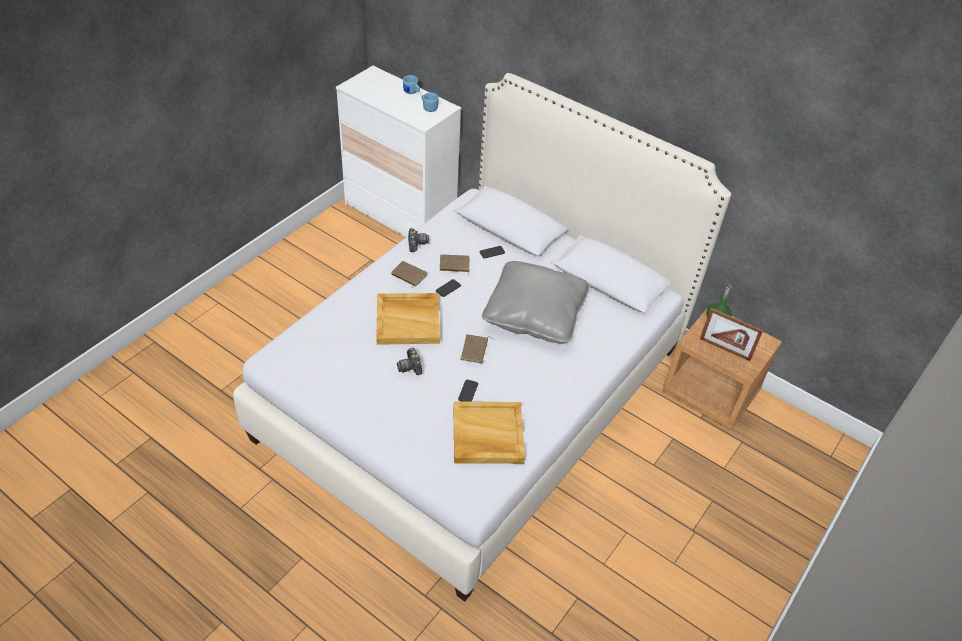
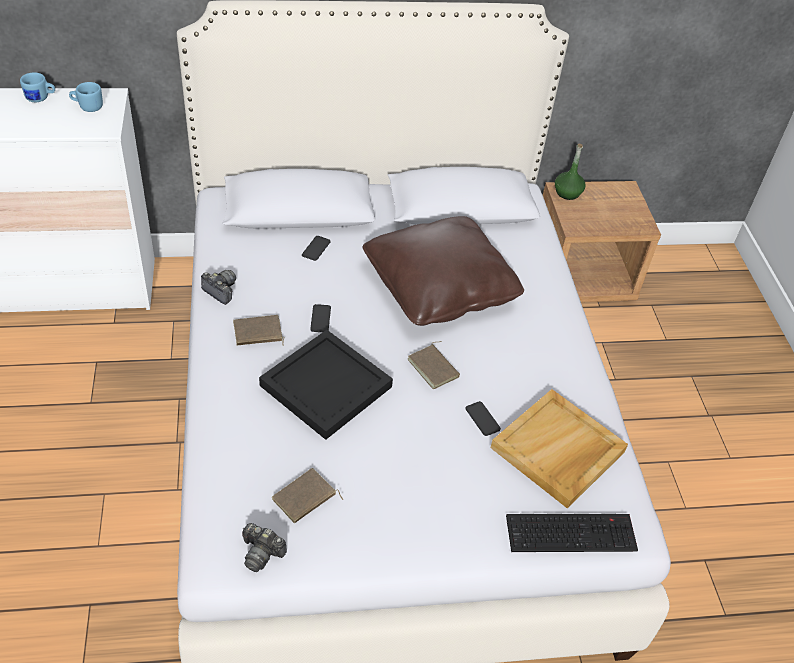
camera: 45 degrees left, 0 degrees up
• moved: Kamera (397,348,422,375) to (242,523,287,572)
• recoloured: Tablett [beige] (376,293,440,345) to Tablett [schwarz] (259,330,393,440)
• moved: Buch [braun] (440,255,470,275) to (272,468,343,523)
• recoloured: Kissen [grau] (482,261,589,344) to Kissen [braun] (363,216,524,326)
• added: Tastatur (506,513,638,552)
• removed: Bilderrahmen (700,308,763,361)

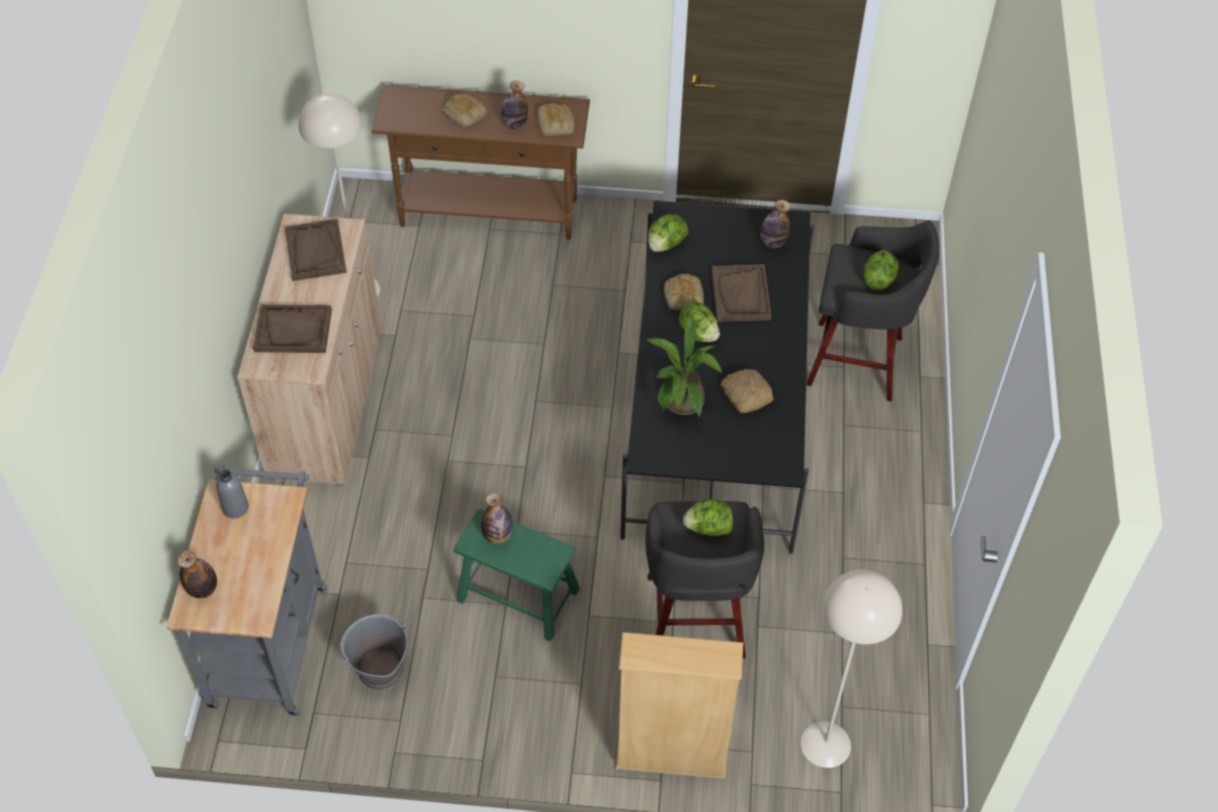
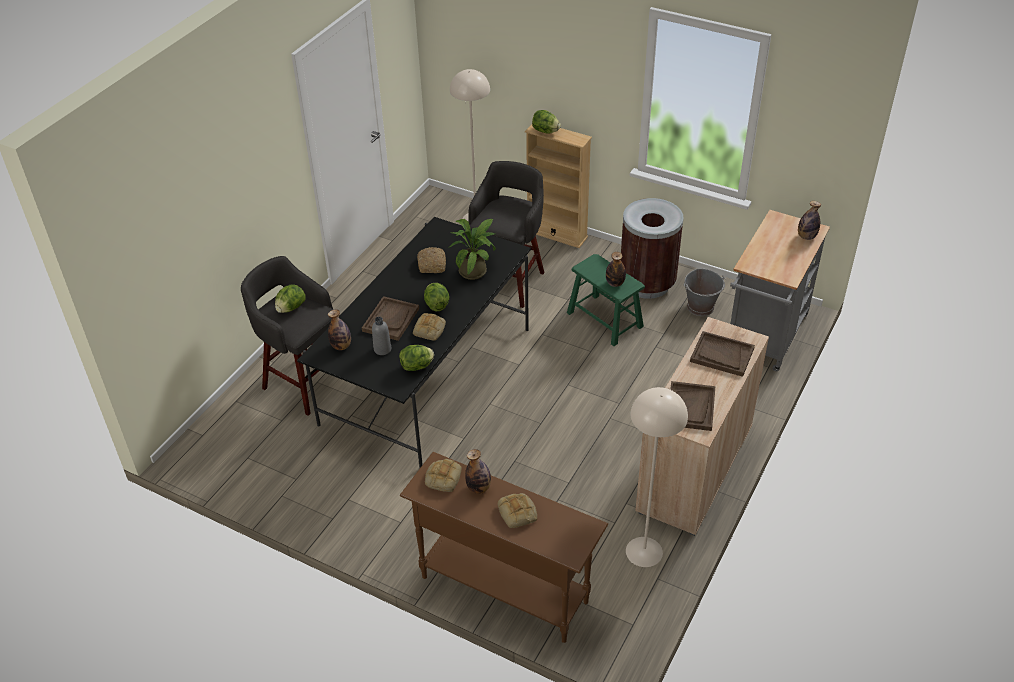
camera: 155 degrees left, 10 degrees down
• moved: Flasche [grau] (216,469,249,518) to (372,317,391,355)
• moved: Salatkopf (683,499,733,536) to (532,110,561,134)
• added: Mülleimer [braun] (620,198,683,299)

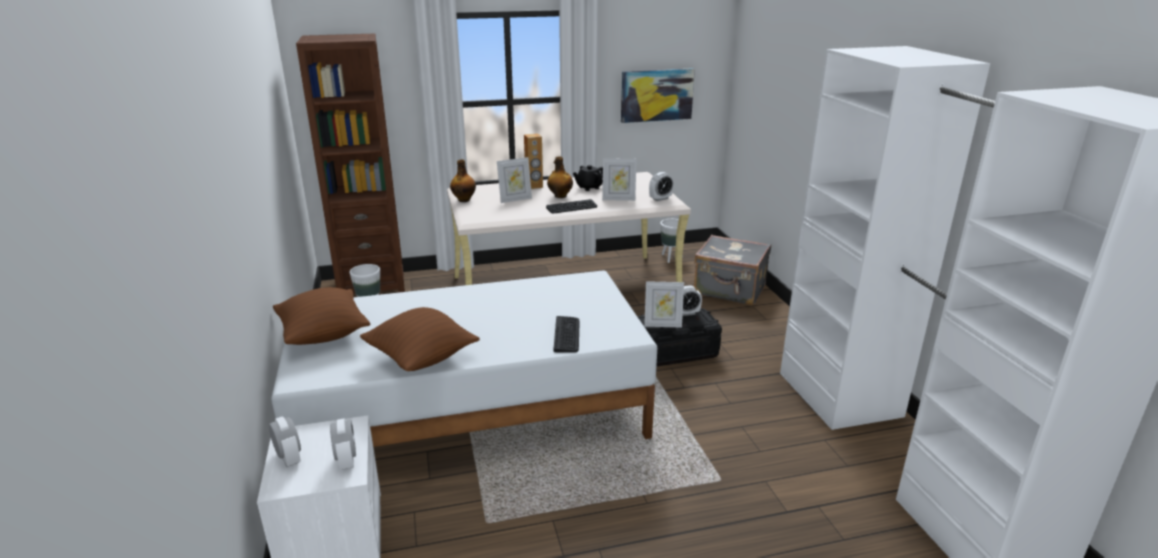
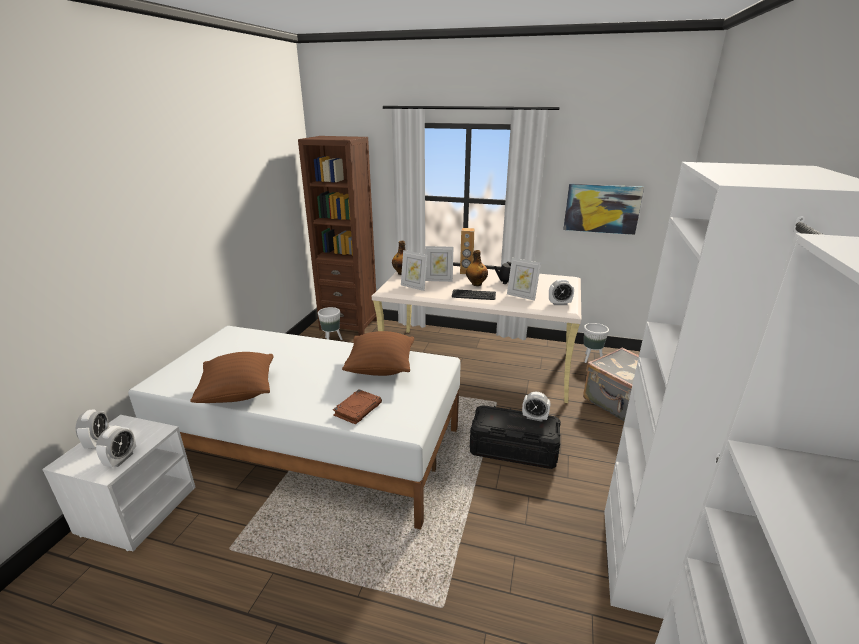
camera: 30 degrees right, 0 degrees up
• replaced: Tastatur (554,316,580,353) to Buch [braun] (333,389,382,424)
• moved: Kissen [braun] (273,287,370,345) to (342,331,414,376)
• moved: Bilderrahmen (644,281,684,328) to (401,250,428,291)

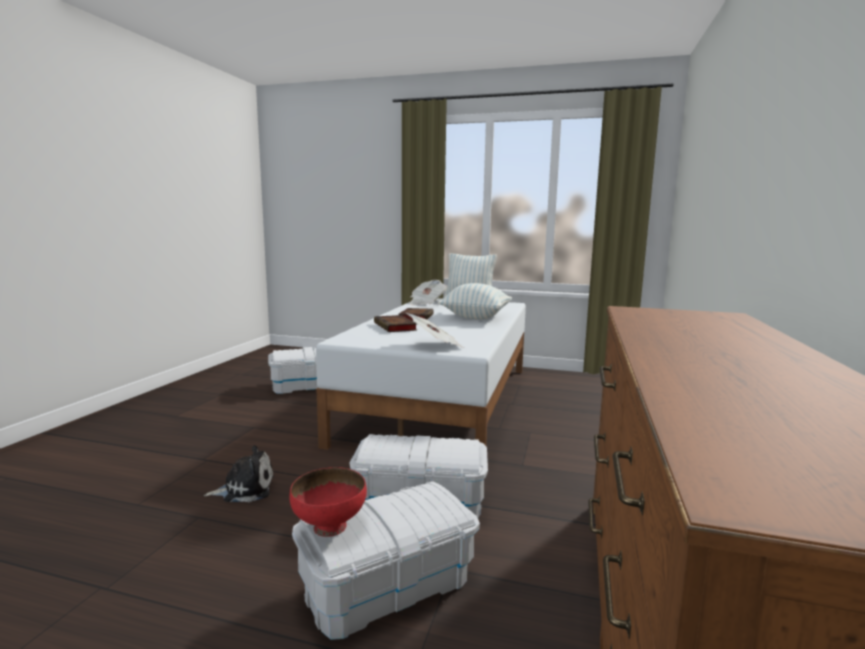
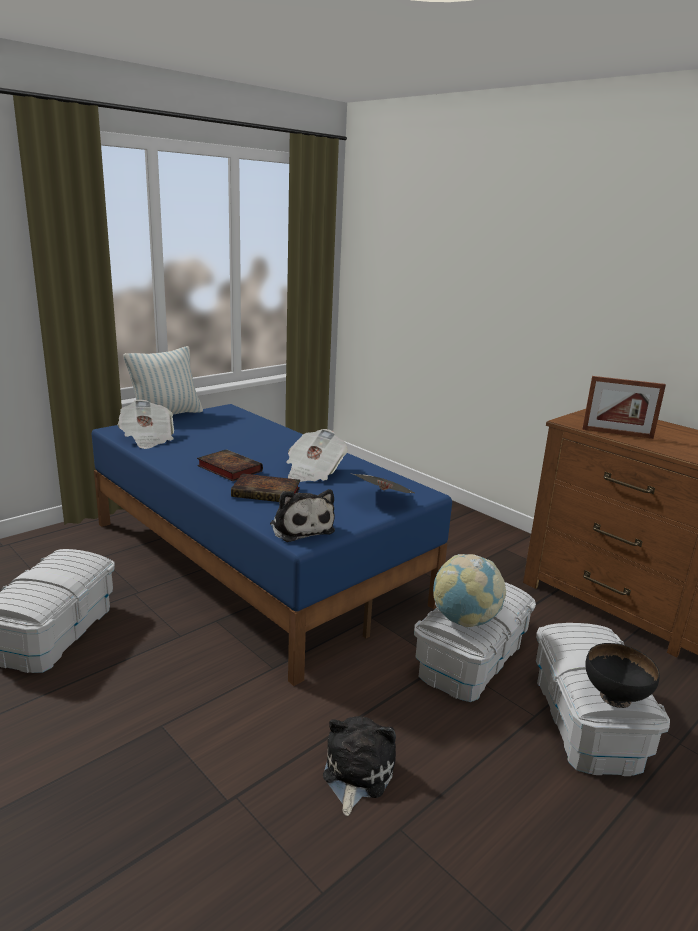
camera: 60 degrees left, 10 degrees up
• recoloured: Bett [weiß] (316,298,526,450) to Bett [blau] (92,404,452,686)
• added: Plüschtier (270,489,335,542)
• added: Zeitung (287,429,348,482)
• added: Globus (433,554,506,627)
• added: Bilderrahmen (582,376,666,439)
• recoloured: Schüssel [rot] (290,467,367,537) to Schüssel [schwarz] (585,643,660,708)
• removed: Kissen (438,283,512,320)

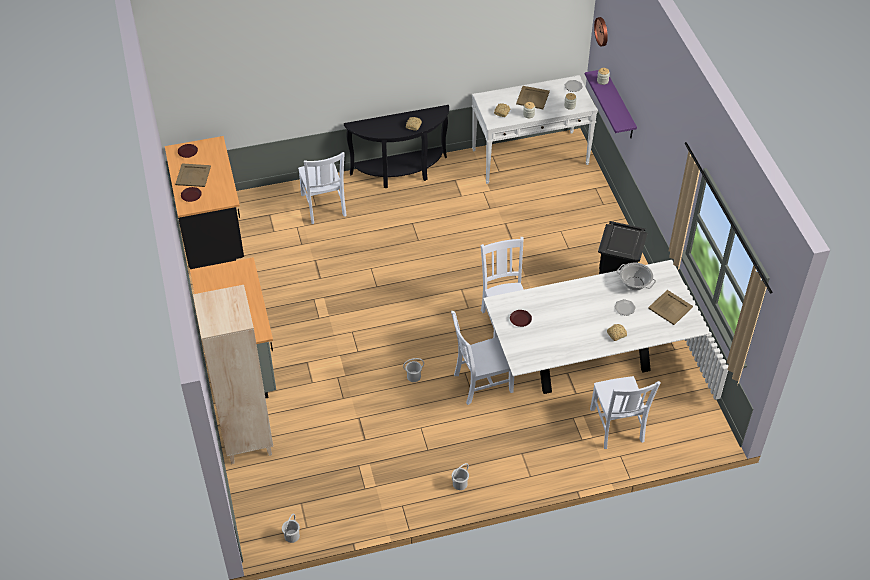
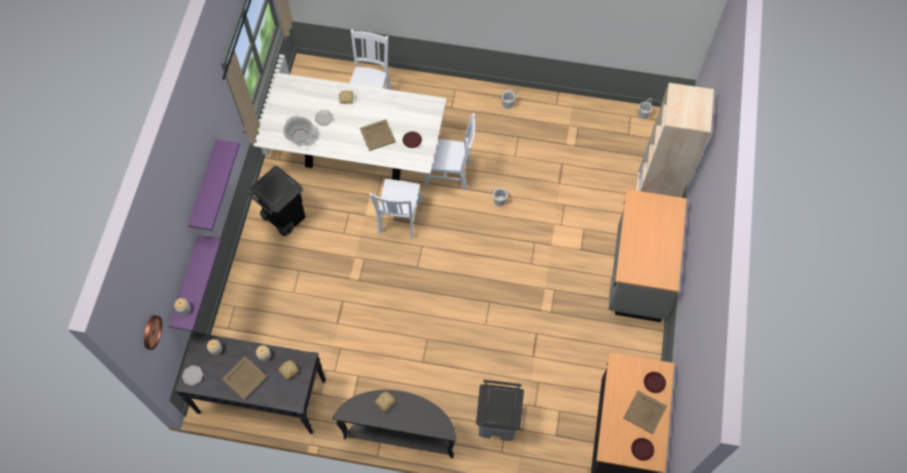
camera: 155 degrees left, 15 degrees up
• recoloured: Konsolentisch [weiß] (472,75,598,184) to Konsolentisch [schwarz] (174,331,326,434)
• added: Wandregal [lila] (188,139,240,231)
• moved: Tablett [beige] (648,290,693,325) to (360,119,396,151)
• replaced: Stuhl [weiß] (298,152,347,224) to Mülleimer [grau] (476,380,524,441)

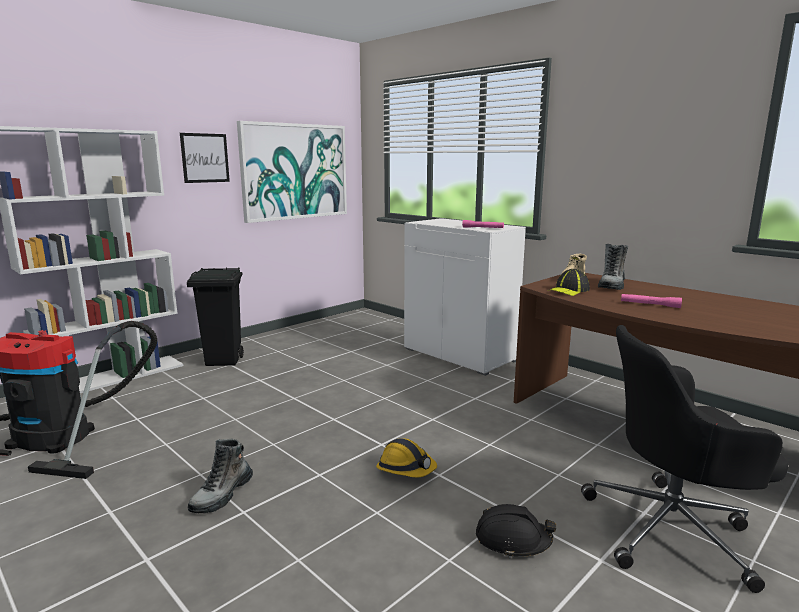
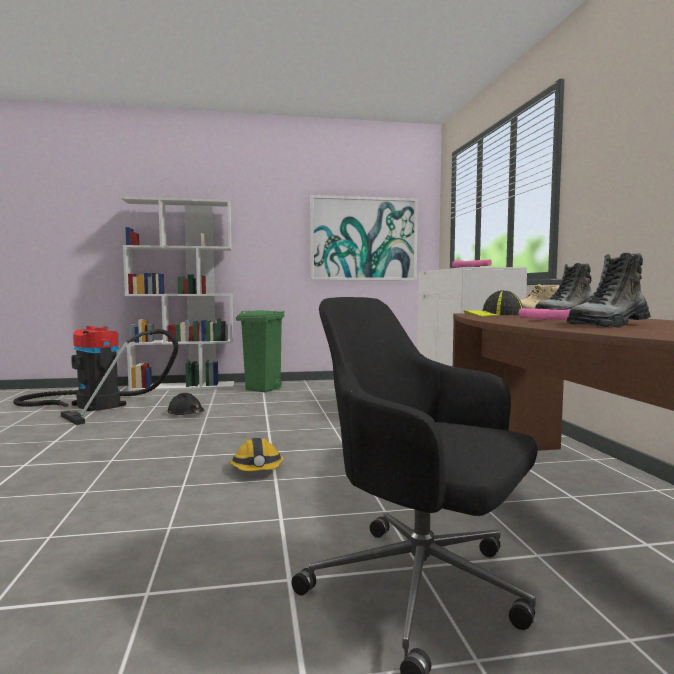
camera: 35 degrees right, 10 degrees down
• moved: Schutzhelm [schwarz] (476,504,556,558) to (168,393,205,415)
• recoloured: Mülleimer [schwarz] (187,268,244,366) to Mülleimer [grün] (236,310,285,392)
• moved: Stiefel (188,439,253,514) to (567,253,651,328)
• removed: Bild (180,133,230,183)

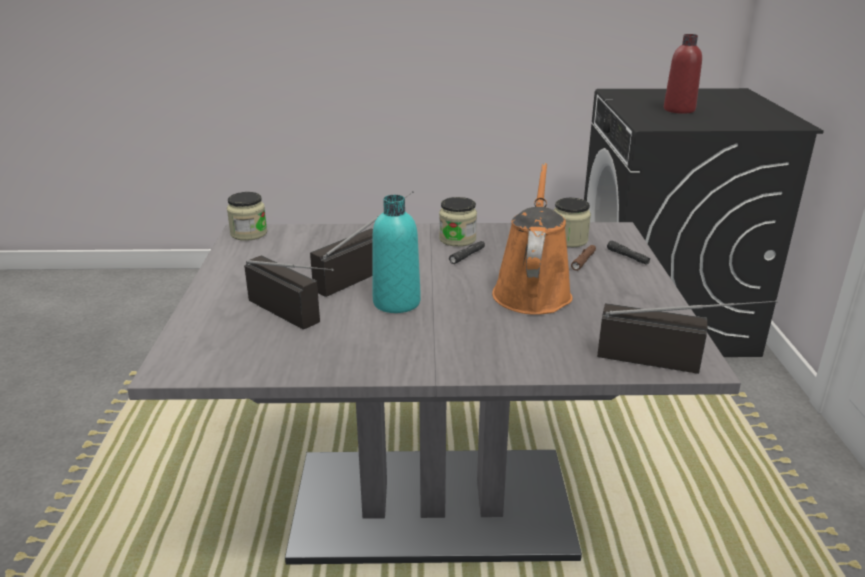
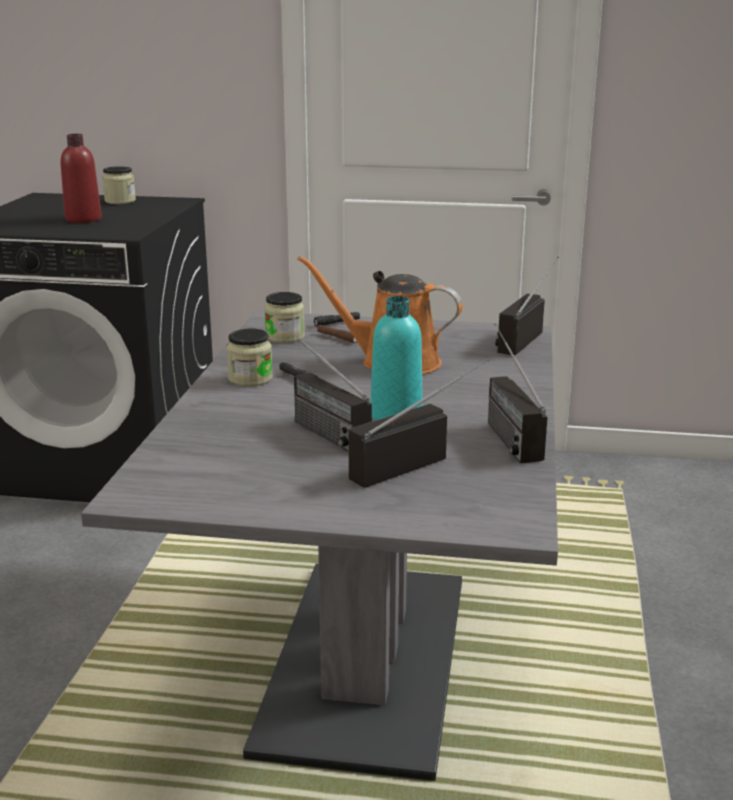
camera: 80 degrees left, 5 degrees down
• moved: Vorratsglas (227,192,267,241) to (102,166,136,204)
• added: Radio (488,323,547,463)

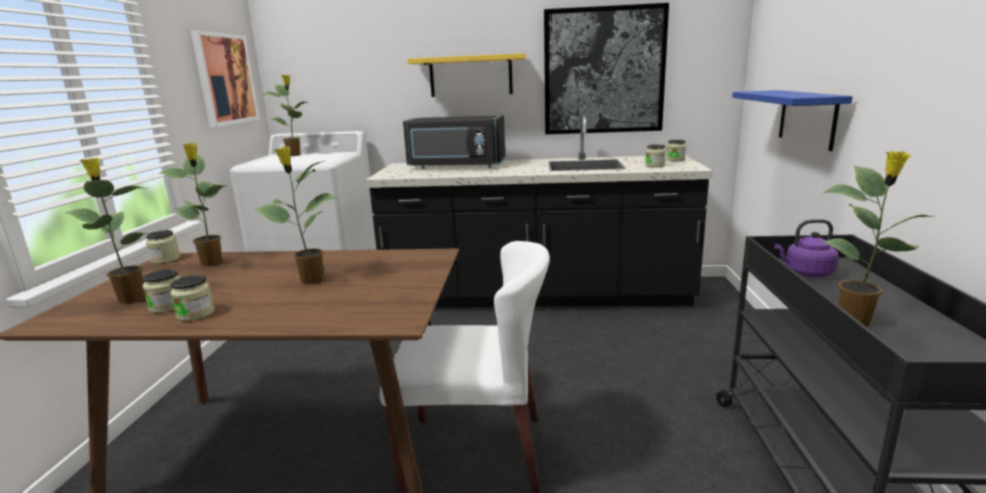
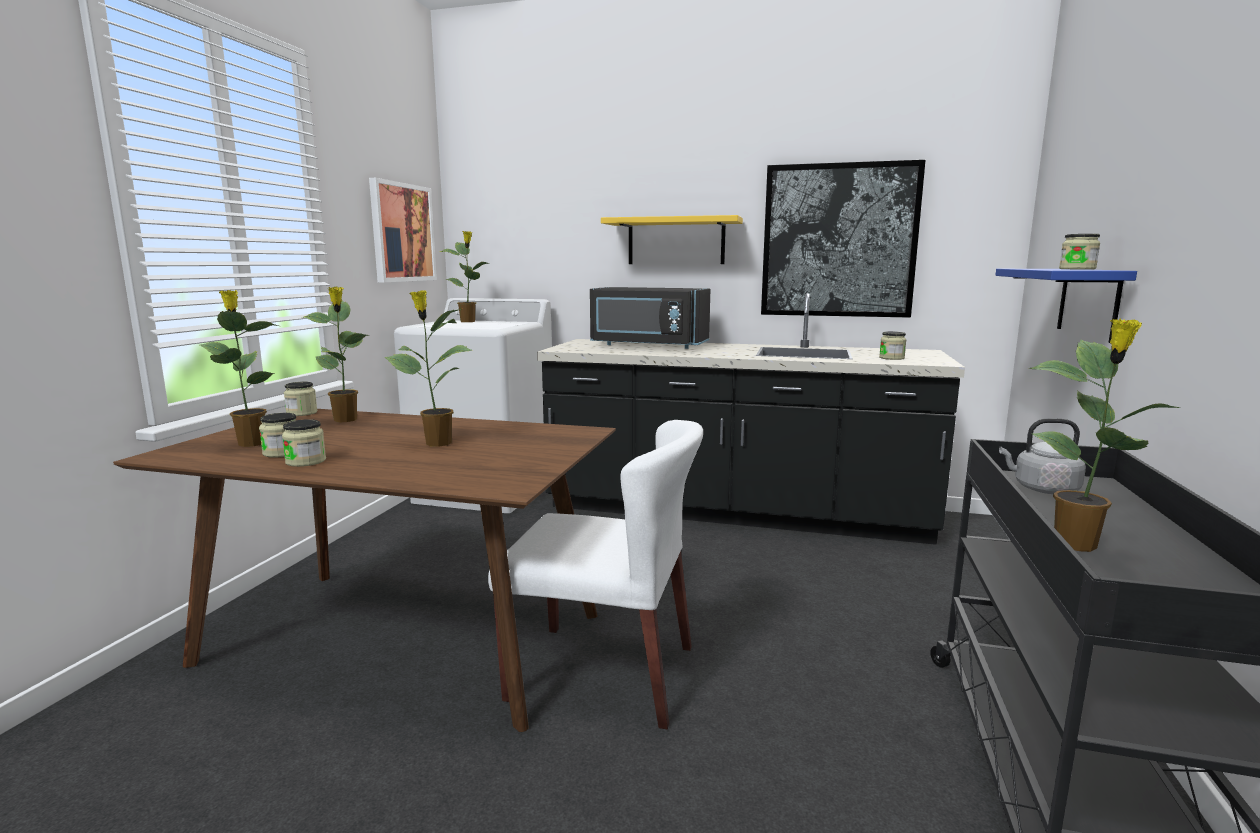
camera: 10 degrees right, 5 degrees down
• recoloured: Wasserkessel [lila] (774,219,839,277) to Wasserkessel [grau] (999,418,1086,494)
• moved: Vorratsglas (666,140,686,161) to (1059,234,1100,269)

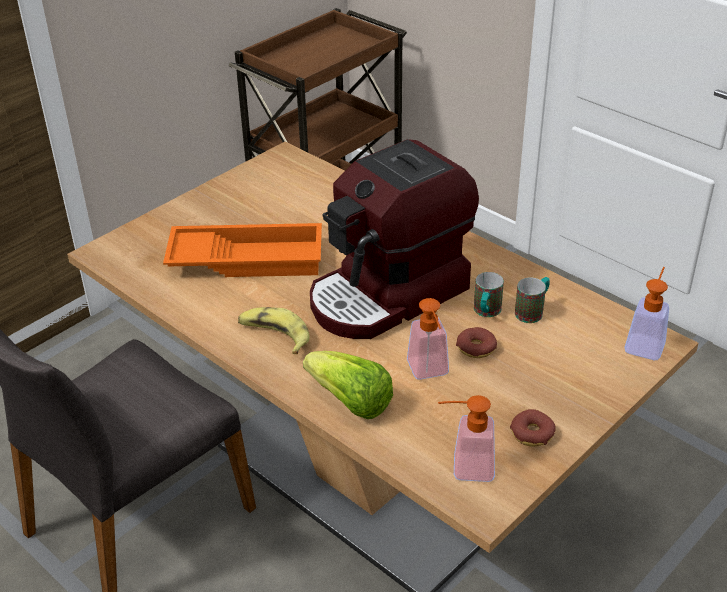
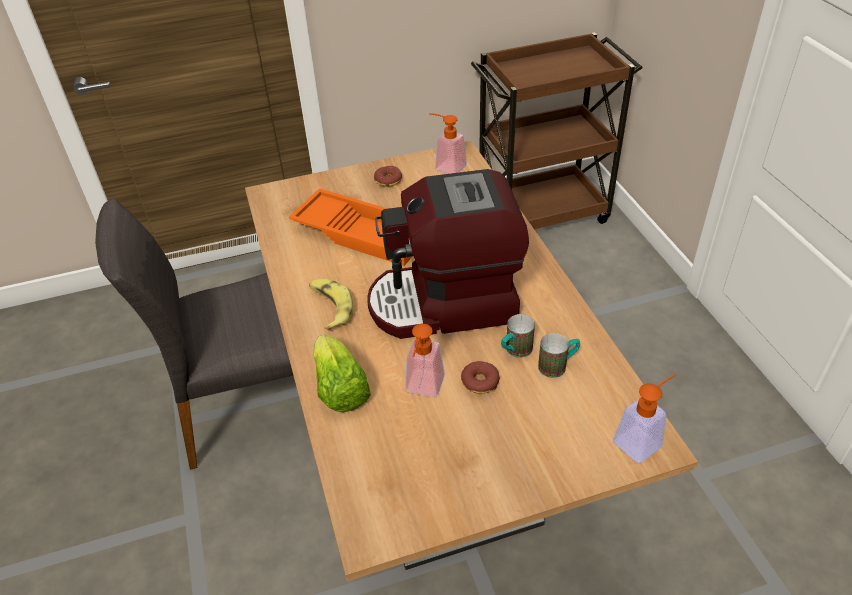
camera: 30 degrees right, 5 degrees up
• moved: Donut (510,409,556,447) to (374,166,402,187)
• moved: Seifenspender (438,395,495,482) to (429,113,467,174)

